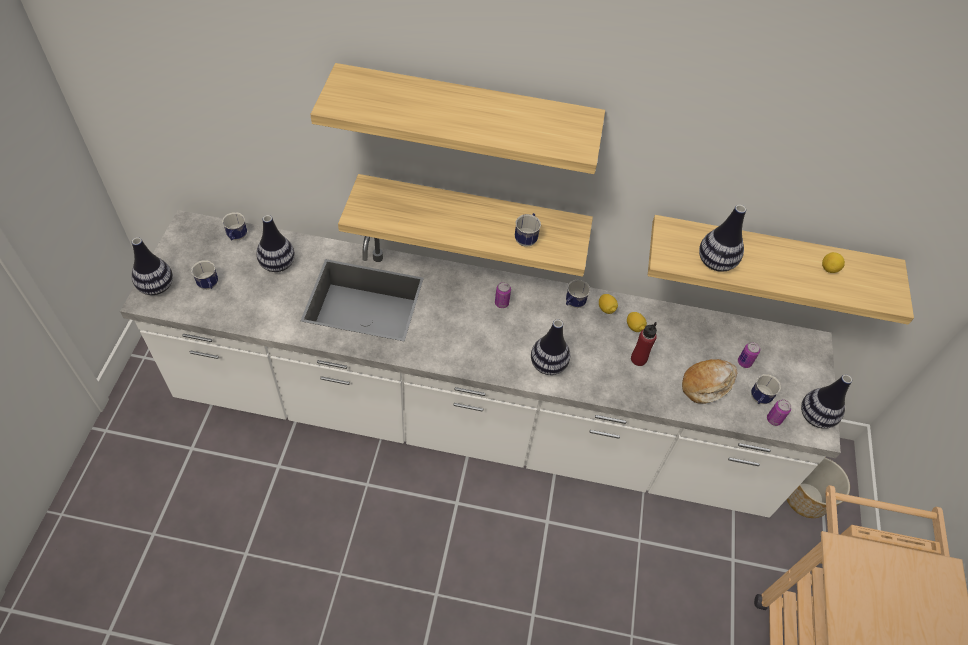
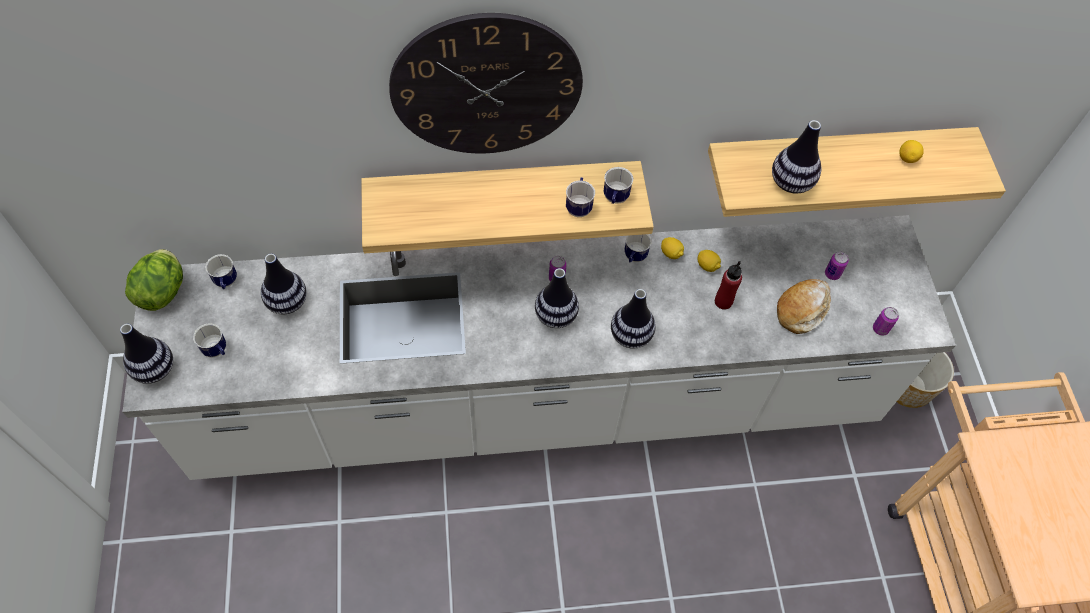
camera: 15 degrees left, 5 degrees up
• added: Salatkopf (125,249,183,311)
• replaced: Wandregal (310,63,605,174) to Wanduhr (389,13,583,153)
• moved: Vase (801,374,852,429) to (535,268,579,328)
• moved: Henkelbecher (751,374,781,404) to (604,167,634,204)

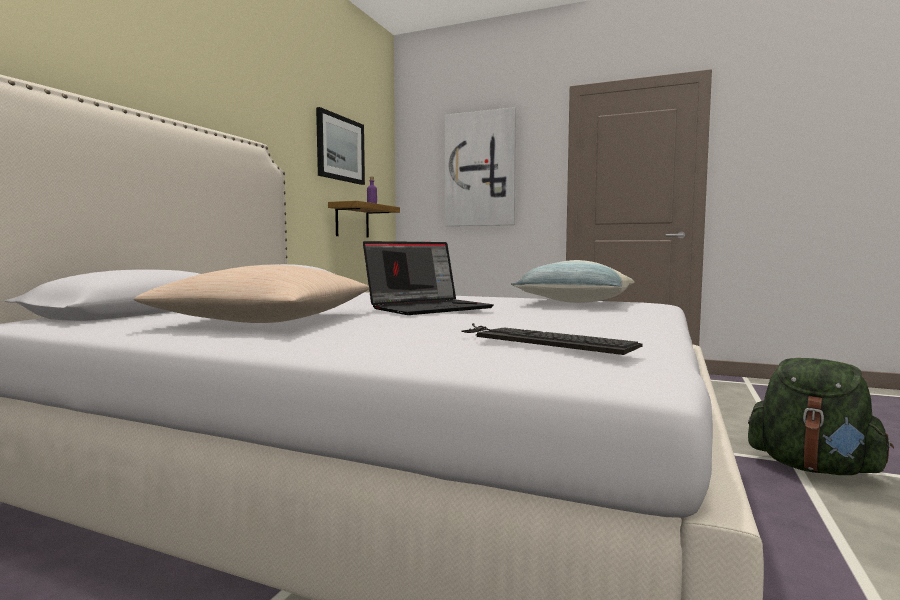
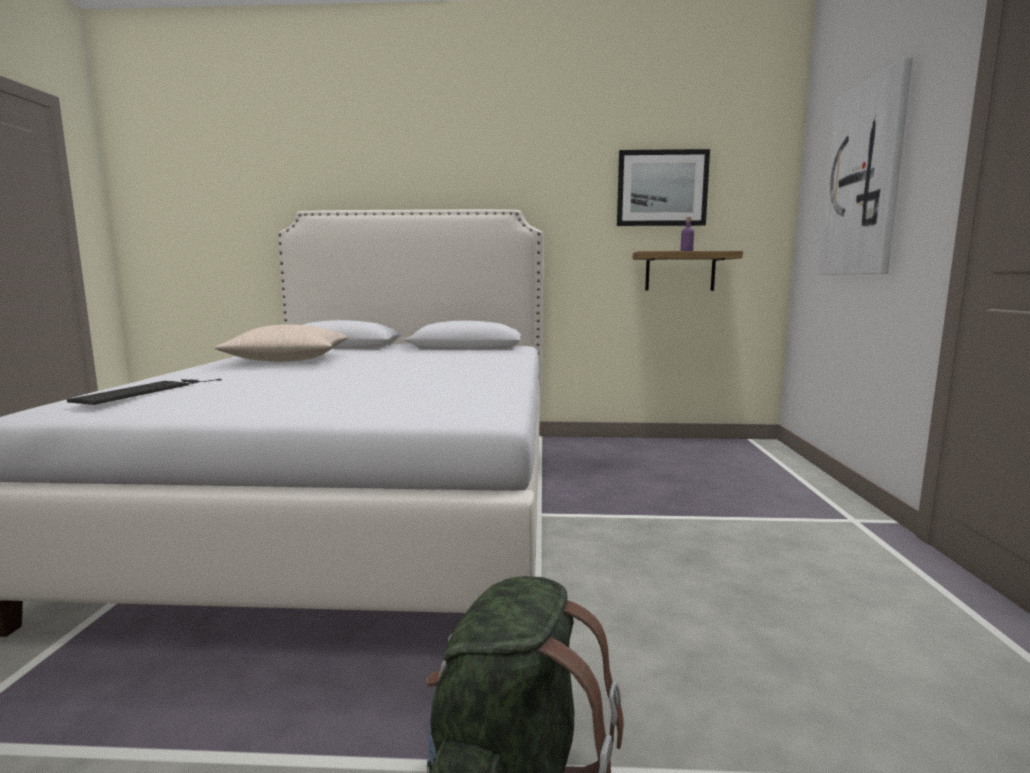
camera: 70 degrees right, 5 degrees up
• removed: Laptop (363,241,494,315)
• removed: Kissen (511,260,634,303)

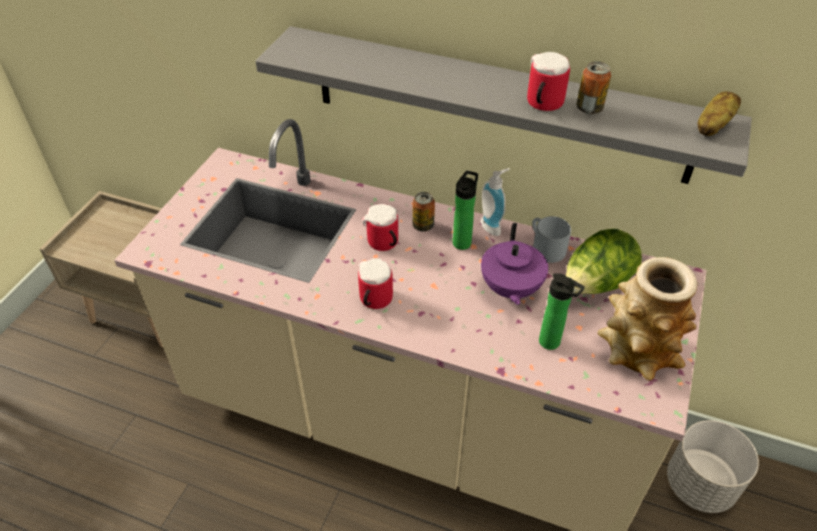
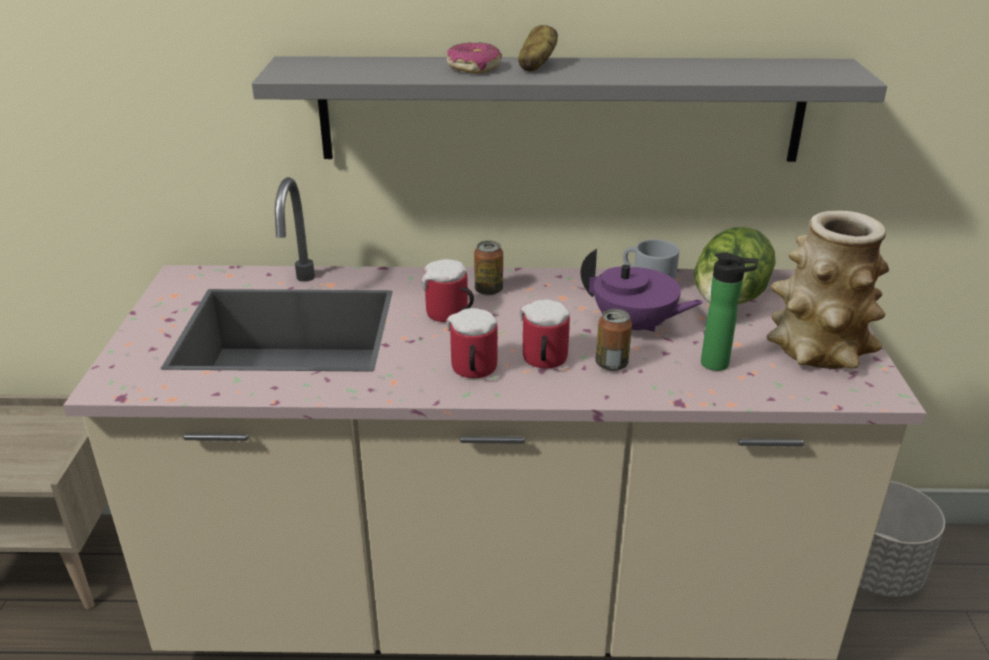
camera: 20 degrees left, 15 degrees down
• added: Donut (447,42,502,74)
• moved: Kartoffel (698,91,741,136) to (518,25,558,72)
• moved: Henkelbecher (527,52,570,111) to (520,300,570,368)
• turned: Teekanne [lila] (481,223,548,305) = (581,249,703,332) 45 degrees counterclockwise
• moved: Dose (576,61,611,114) to (595,309,632,371)
• removed: Flasche (453,171,478,250)
• removed: Seifenspender (481,168,510,236)

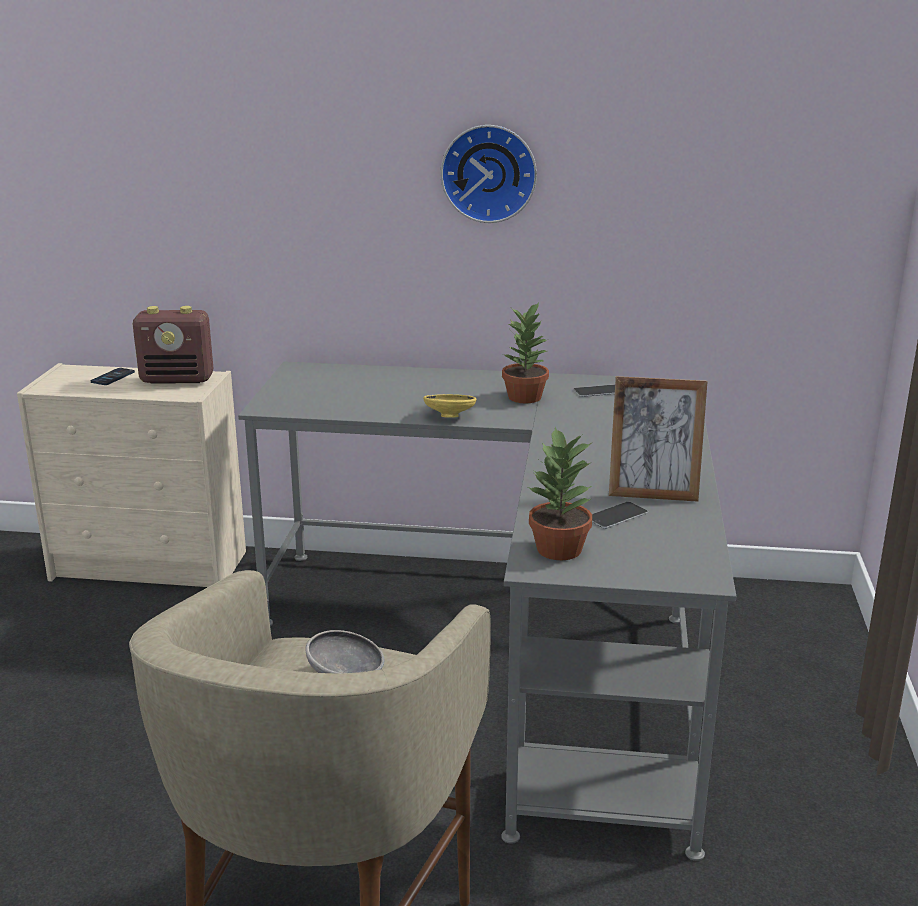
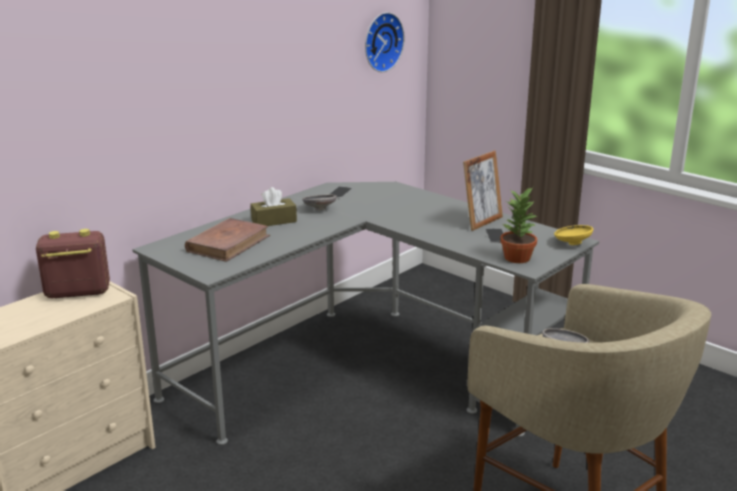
camera: 55 degrees left, 0 degrees up
• turned: Radio (133,306,213,384) = (36,229,110,298) 135 degrees counterclockwise
• added: Buch [braun] (185,218,270,262)
• added: Taschentuchbox [braun] (251,187,297,226)
• replaced: Topfpflanze (502,302,549,403) to Schüssel [grau] (302,195,337,210)
• moved: Wanduhr (440,125,537,223) to (365,12,405,72)
• moved: Schüssel [gelb] (423,394,477,418) to (554,225,593,245)
• removed: Handy (91,368,135,385)

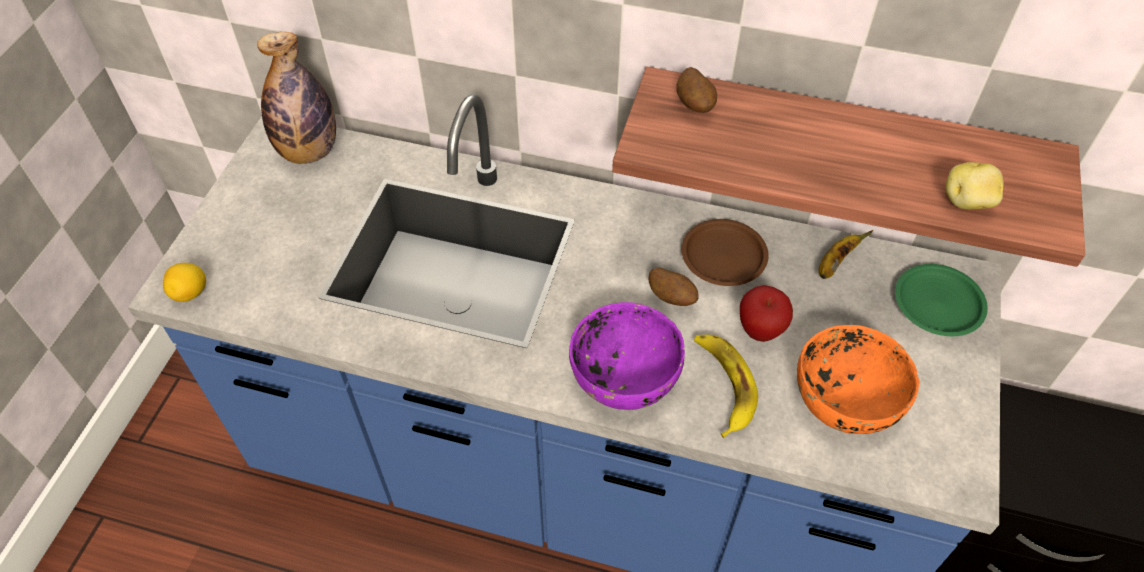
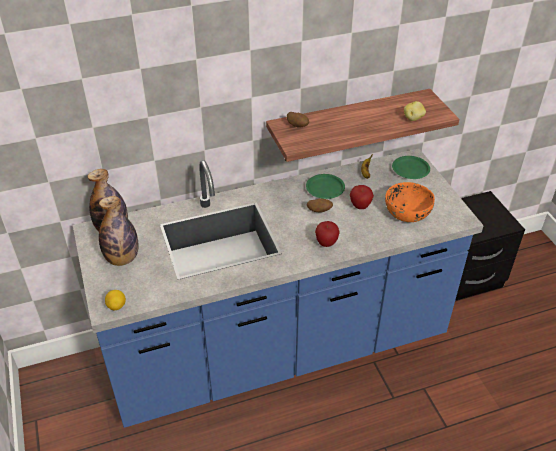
camera: 35 degrees left, 10 degrees down
• added: Flasche (99,196,138,266)
• recoloured: Teller [braun] (681,219,769,286) to Teller [grün] (306,174,345,199)
• replaced: Schüssel [lila] (569,302,685,410) to Apfel (315,221,340,247)
• removed: Banane (694,335,758,438)

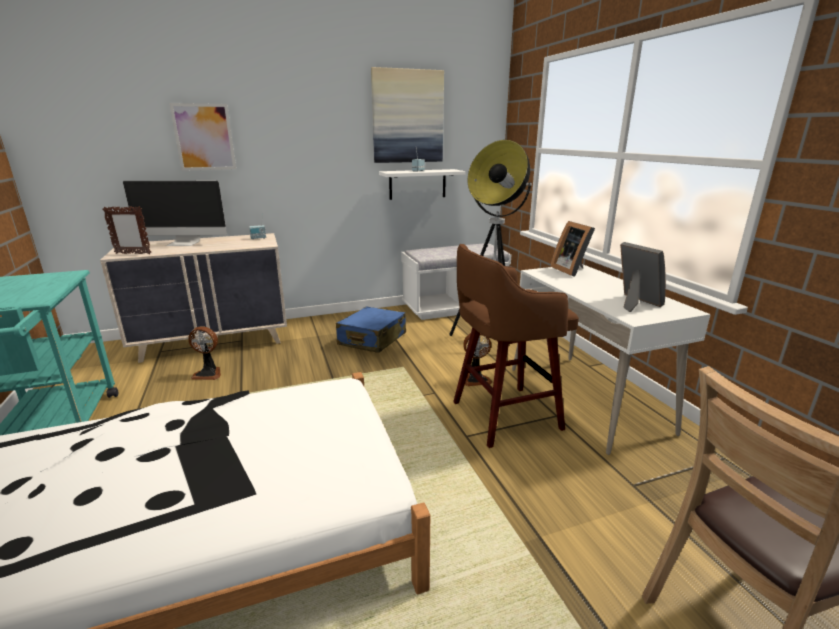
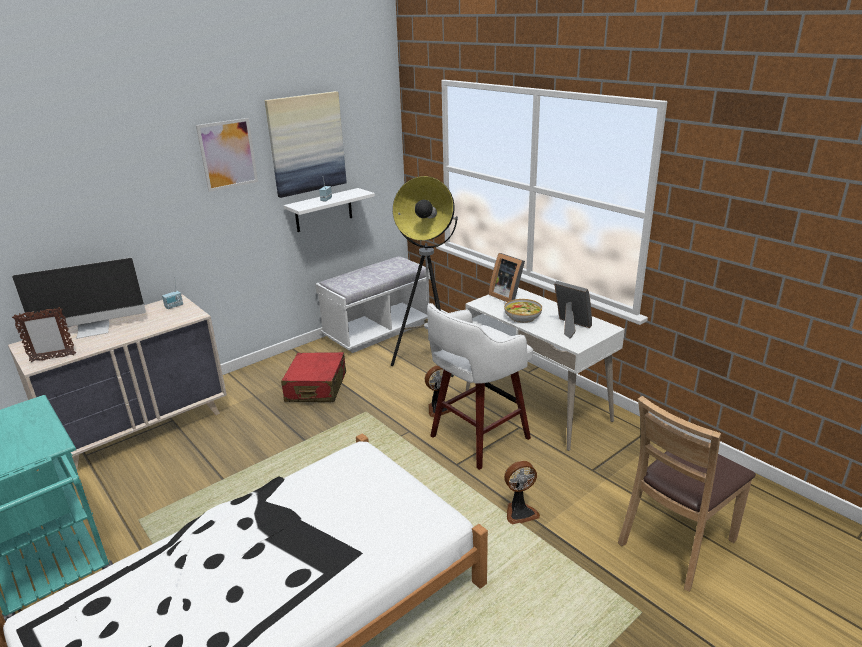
camera: 20 degrees left, 5 degrees up
• moved: Bild (169,103,236,171) to (196,118,258,192)
• recoloured: Koffer [blau] (336,306,406,353) to Koffer [rot] (281,352,346,402)
• recoloured: Hocker [braun] (453,244,579,448) to Hocker [weiß] (427,303,533,470)
• added: Schüssel (504,299,542,323)
• moved: Ventilator (188,326,221,380) to (504,461,540,524)

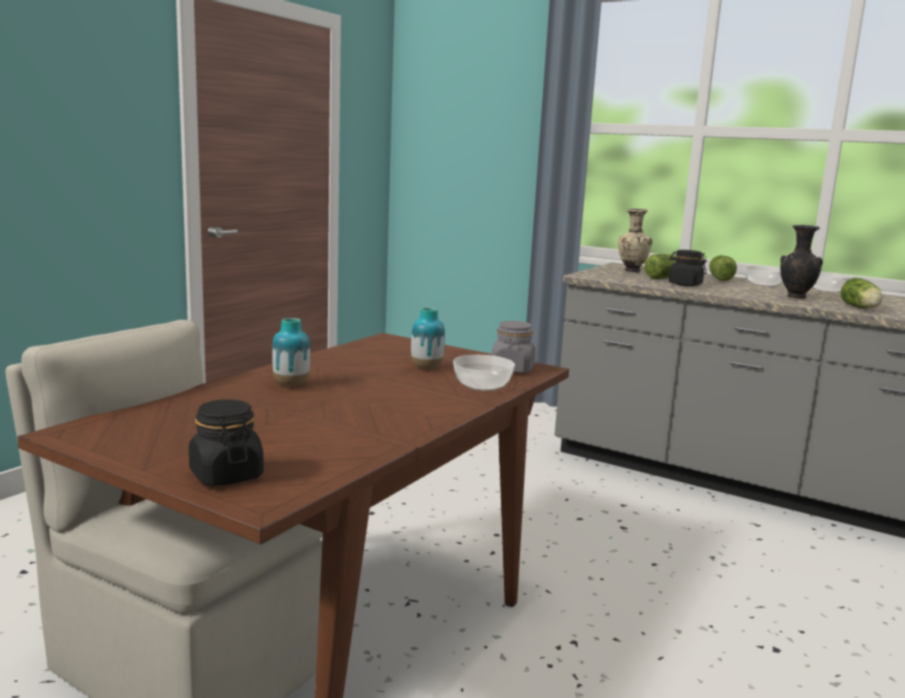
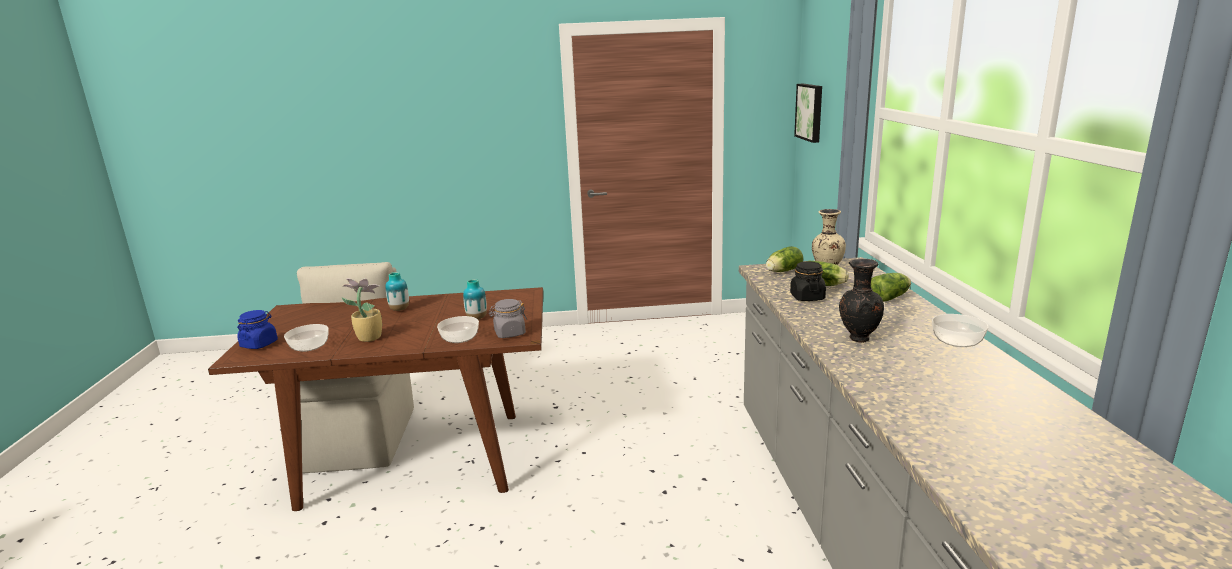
camera: 55 degrees right, 5 degrees up
• recoloured: Vorratsglas [schwarz] (189,399,264,486) to Vorratsglas [blau] (237,310,278,349)
• moved: Schüssel (745,266,783,286) to (284,324,329,352)
• added: Topfpflanze (341,278,382,342)
• moved: Salatkopf (841,278,883,309) to (766,246,803,272)
• added: Bild (794,84,822,143)

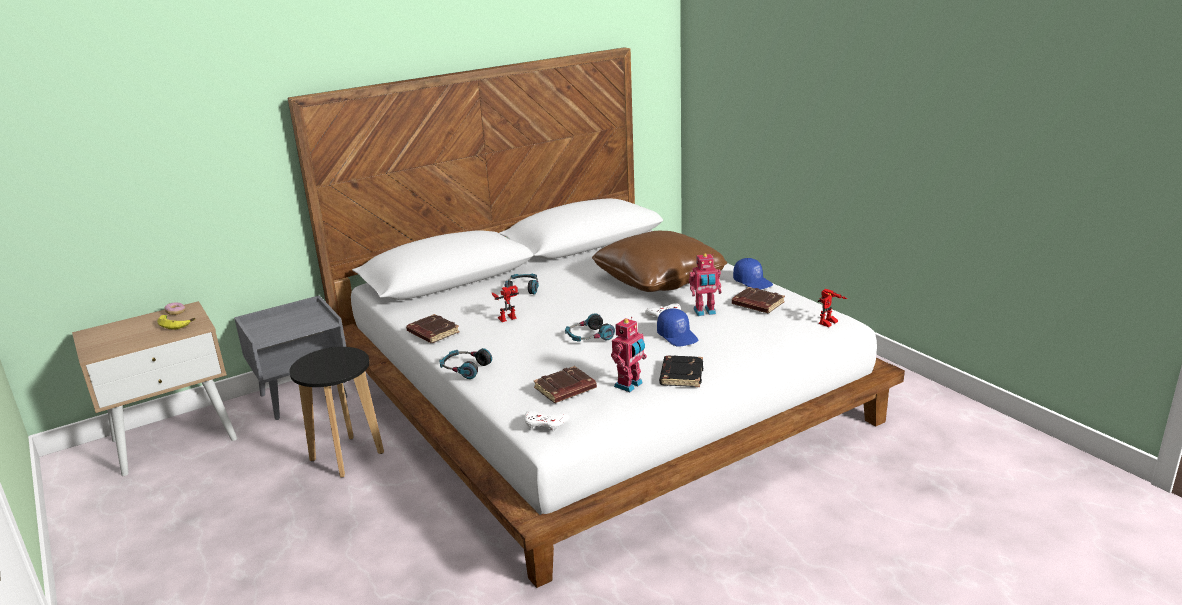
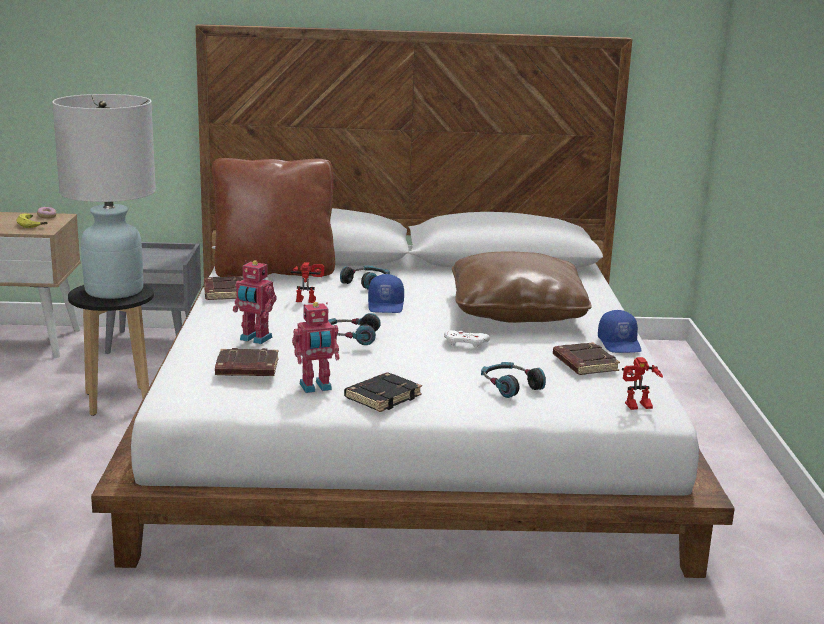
camera: 30 degrees right, 5 degrees down
• added: Tischlampe [weiß] (52,94,156,299)
• added: Kissen [braun] (212,158,335,277)
• moved: Spielzeugroboter (689,253,721,316) to (233,260,277,344)
• moved: Kappe [blau] (657,308,698,347) to (368,274,404,313)
• moved: Kopfhörer (440,348,492,379) to (481,362,546,398)
• removed: Gamepad [weiß] (524,411,569,432)

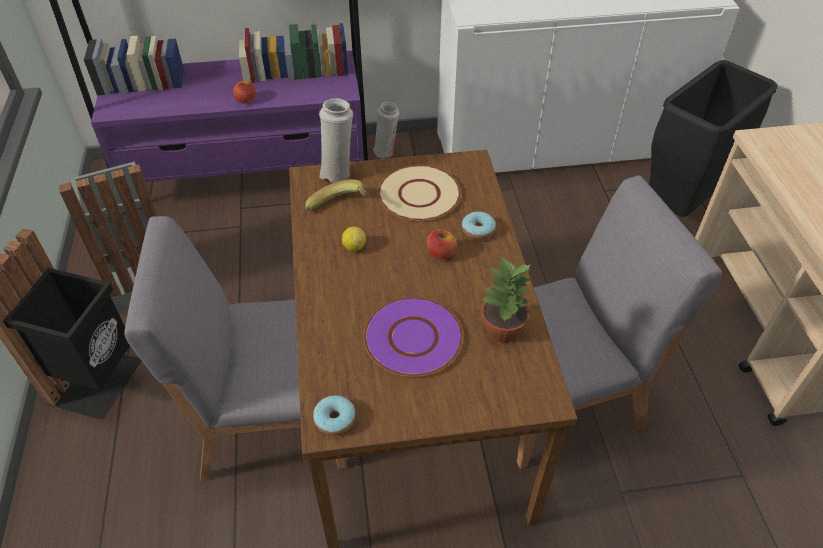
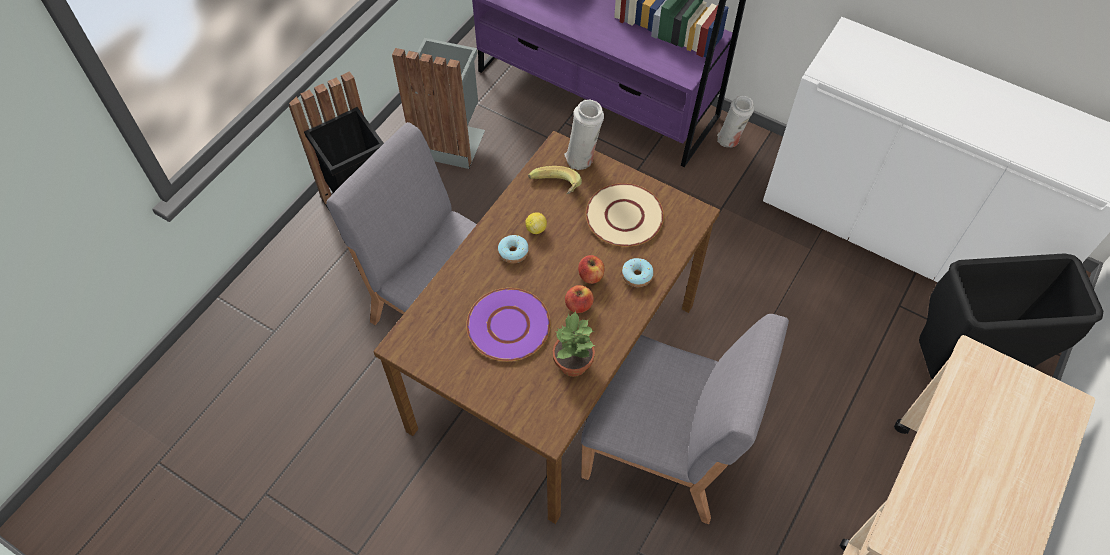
camera: 40 degrees right, 10 degrees up
• moved: Donut (313,395,356,435) to (498,235,529,263)
• moved: Apfel (233,81,256,104) to (565,285,594,313)

